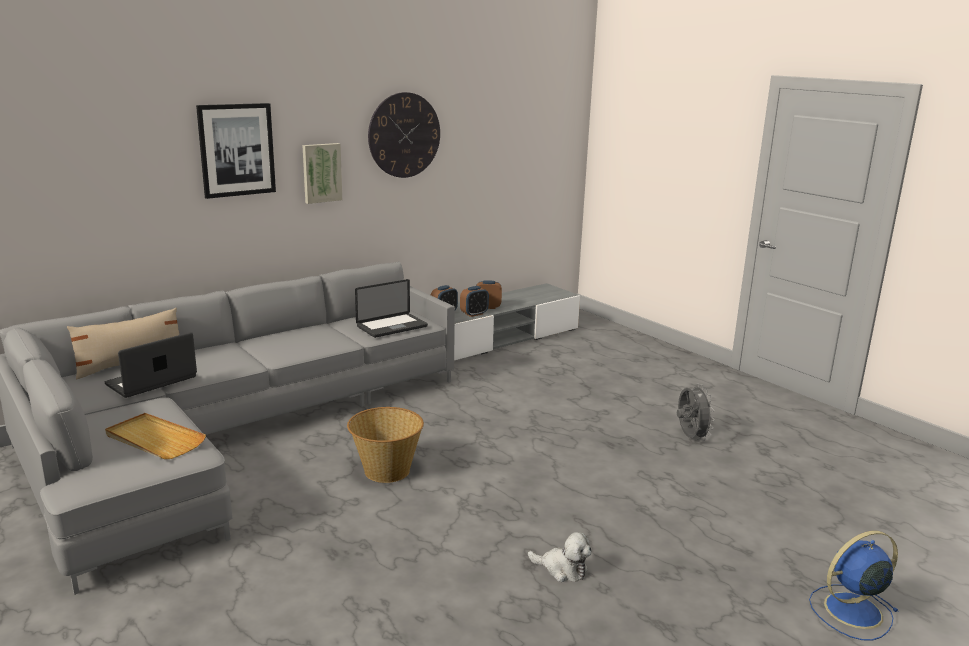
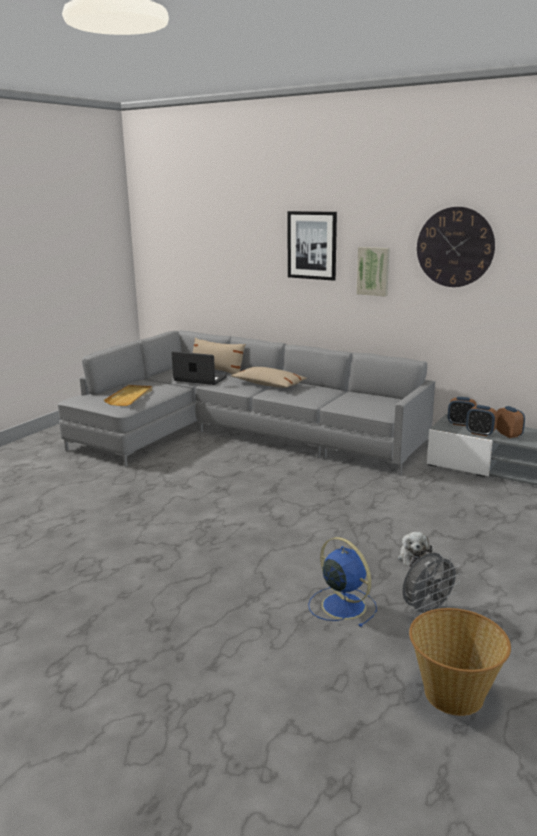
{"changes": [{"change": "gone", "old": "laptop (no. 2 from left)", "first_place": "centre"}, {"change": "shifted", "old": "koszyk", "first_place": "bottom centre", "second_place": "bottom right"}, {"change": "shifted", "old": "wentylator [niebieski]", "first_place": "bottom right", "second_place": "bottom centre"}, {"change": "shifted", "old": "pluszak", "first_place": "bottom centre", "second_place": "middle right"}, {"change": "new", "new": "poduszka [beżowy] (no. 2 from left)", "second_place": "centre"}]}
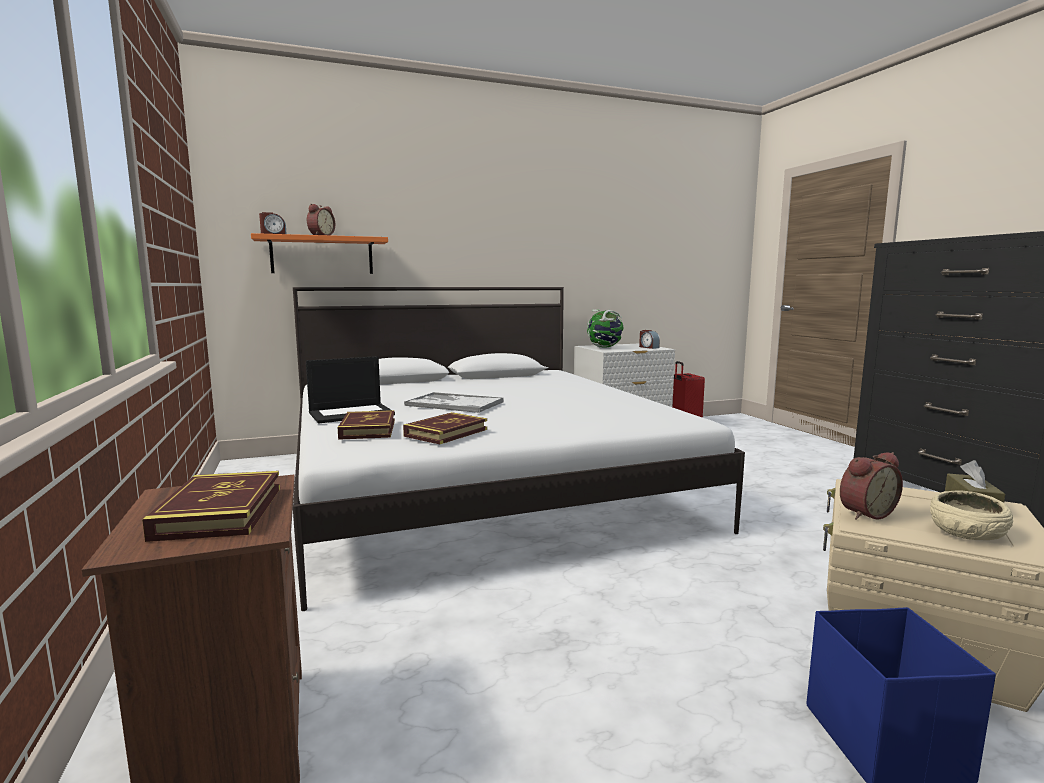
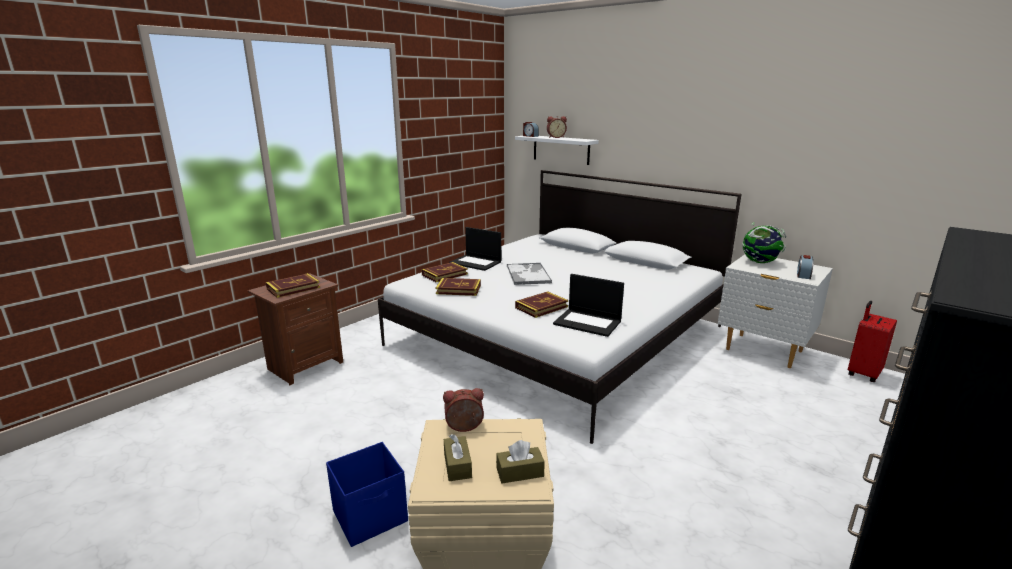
{"changes": [{"change": "repainted", "old": "półka [pomarańczowy]", "new": "półka [biały]", "first_place": "top left", "second_place": "top centre"}, {"change": "rotated", "old": "budzik (no. 4 from left in the first image)", "first_place": "middle right", "second_place": "bottom centre", "degrees": 135}, {"change": "swapped", "old": "miska [beżowy]", "new": "pudełko chusteczek [brązowy] (no. 1 from left)", "first_place": "middle right", "second_place": "bottom centre"}, {"change": "new", "new": "laptop (no. 2 from left)", "second_place": "centre"}, {"change": "new", "new": "książka (no. 4 from left)", "second_place": "centre"}]}
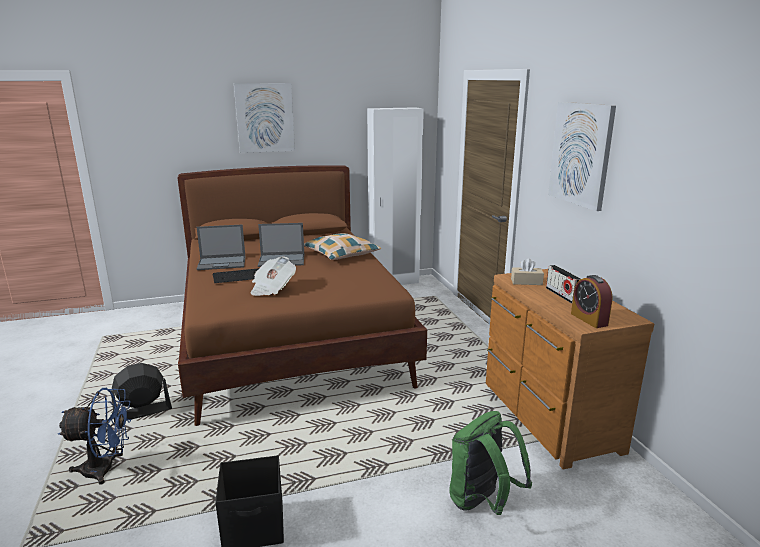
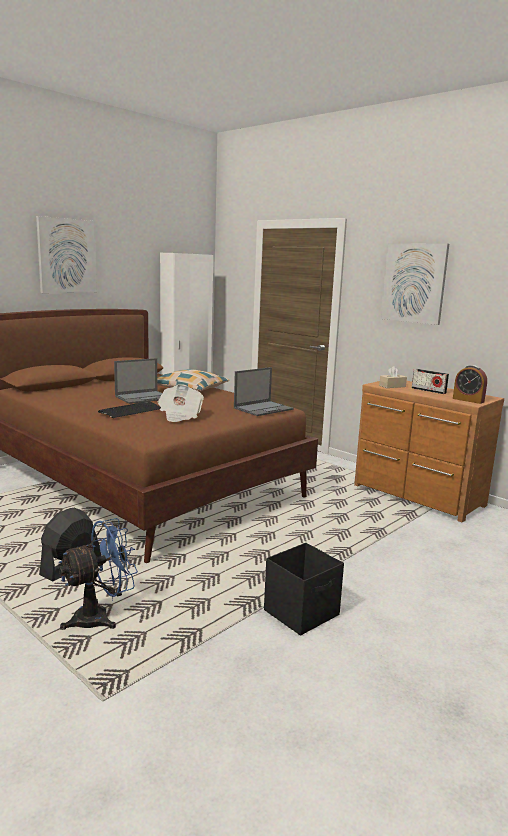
{"changes": [{"change": "shifted", "old": "laptop (no. 1 from left in the first image)", "new": "laptop (no. 2 from left)", "first_place": "middle left", "second_place": "centre"}, {"change": "gone", "old": "plecak [zielony]", "first_place": "bottom centre"}]}
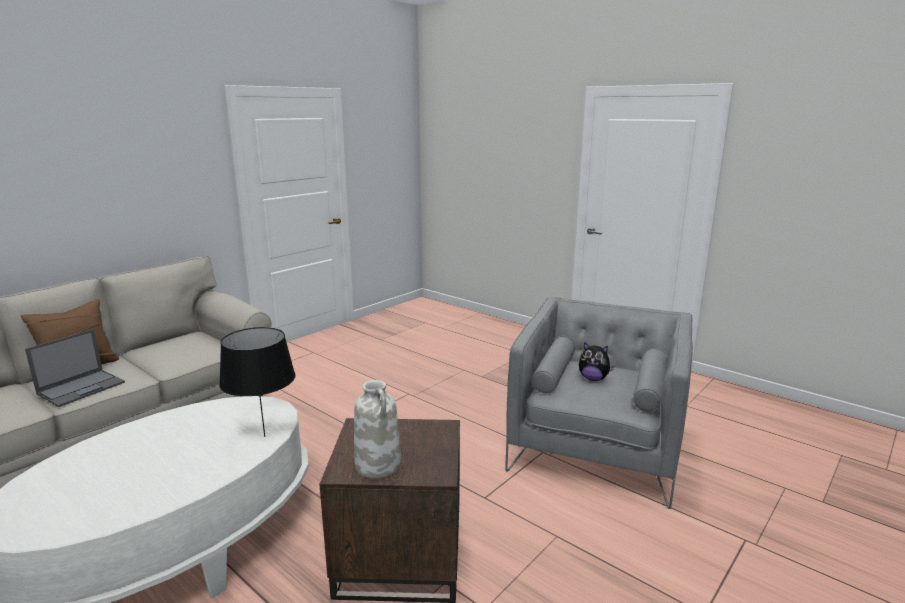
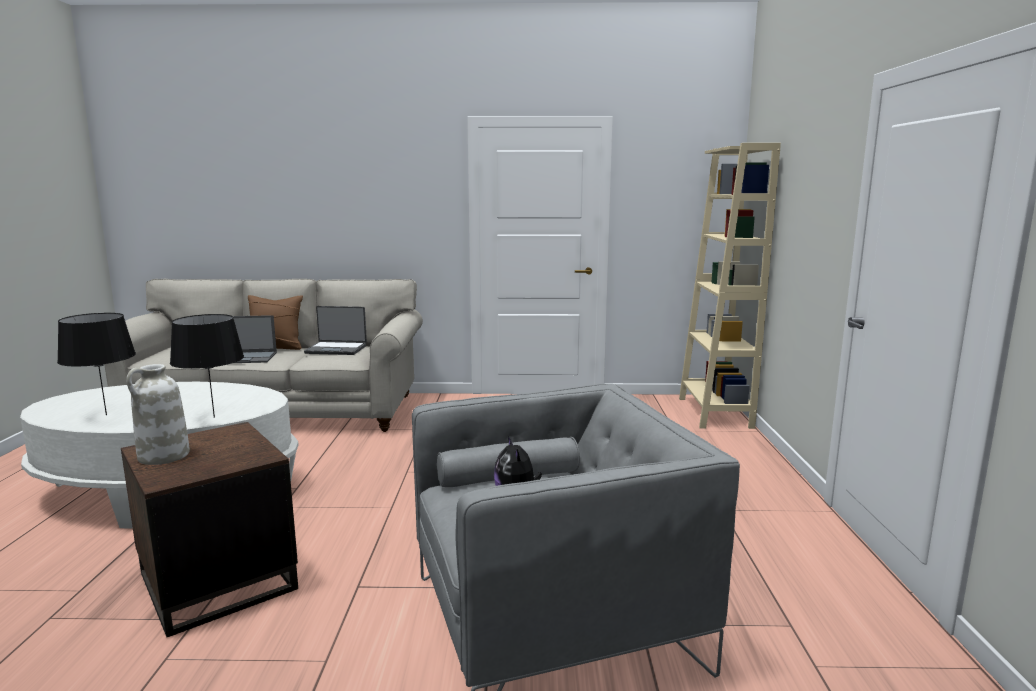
{"changes": [{"change": "new", "new": "regał [beżowy]", "second_place": "middle right"}, {"change": "new", "new": "laptop (no. 2 from left)", "second_place": "middle left"}, {"change": "new", "new": "lampa stołowa [czarny] (no. 1 from left)", "second_place": "middle left"}]}
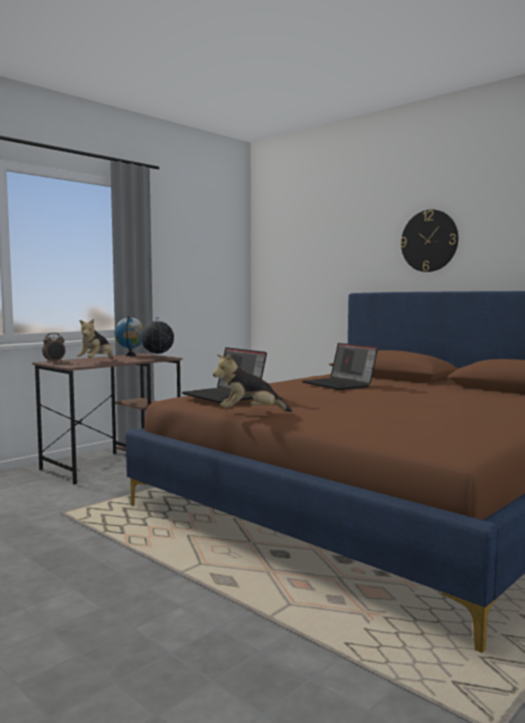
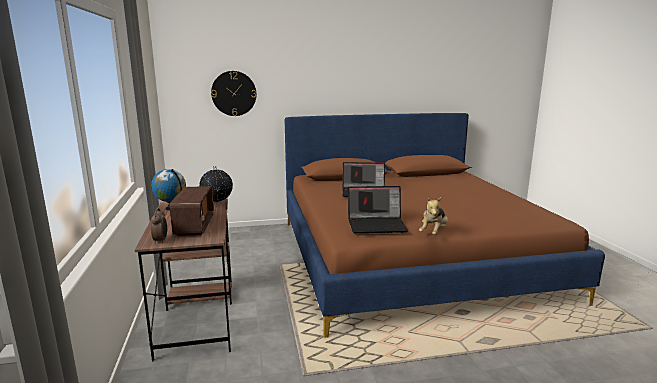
{"changes": [{"change": "shifted", "old": "zegar ścienny", "first_place": "middle right", "second_place": "top centre"}, {"change": "swapped", "old": "pluszak (no. 1 from left)", "new": "radio", "first_place": "middle left", "second_place": "middle left"}]}
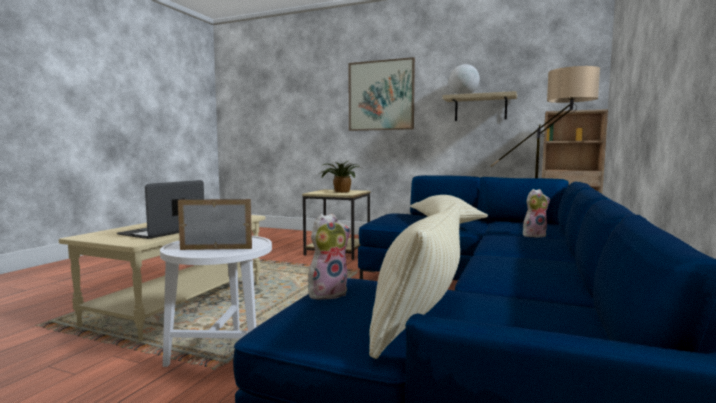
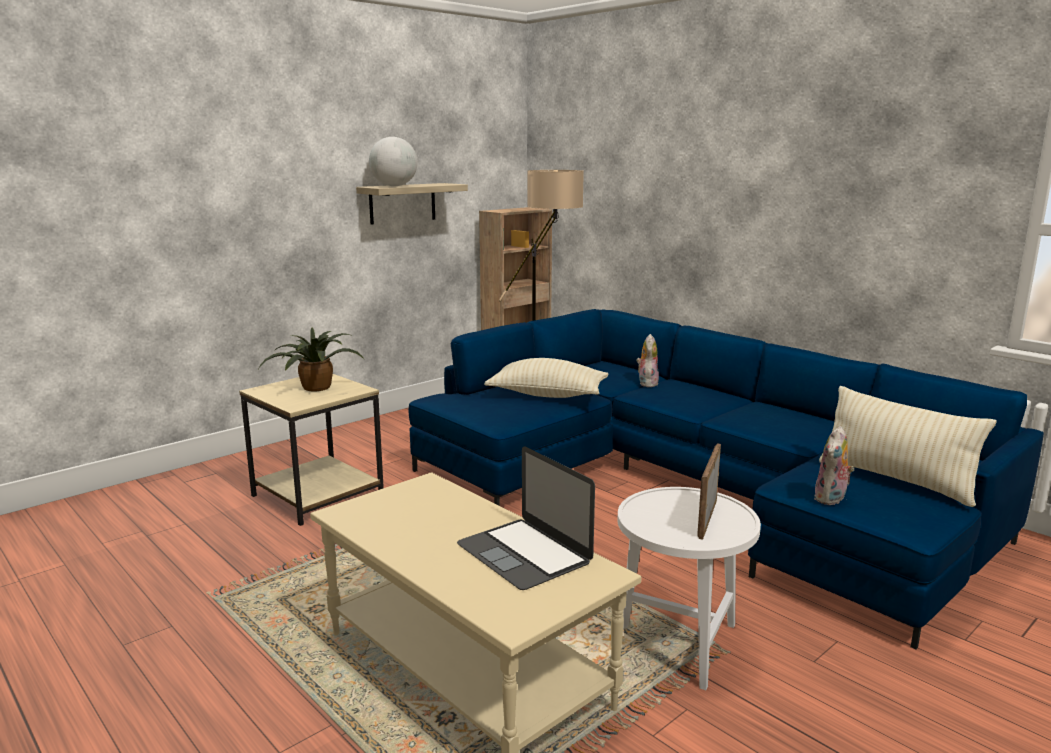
{"changes": [{"change": "gone", "old": "obraz", "first_place": "top centre"}, {"change": "rotated", "old": "pluszak (no. 1 from left in the first image)", "first_place": "centre", "second_place": "middle right", "degrees": -135}]}
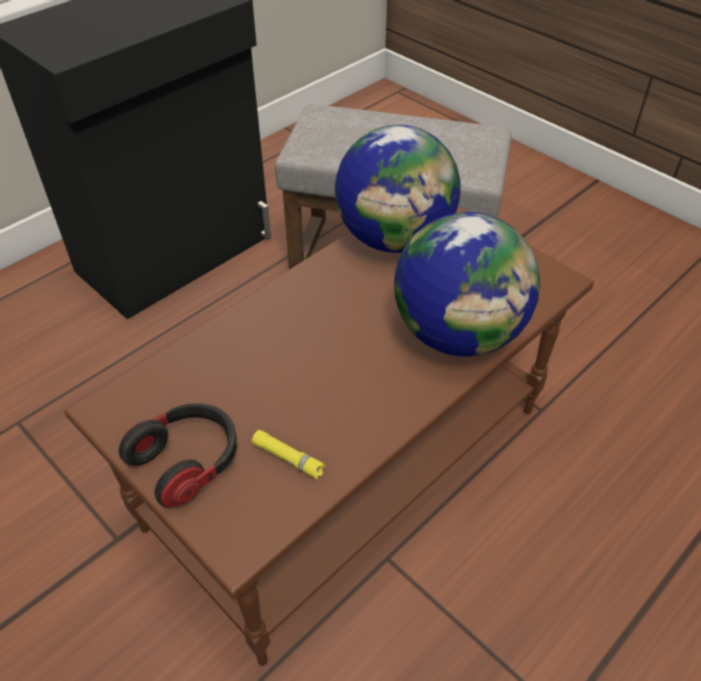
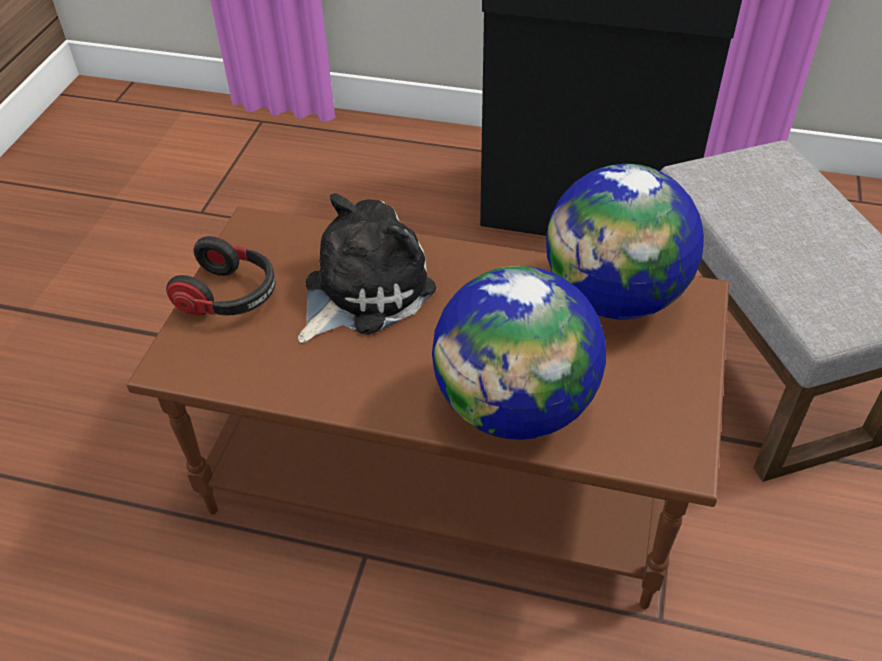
{"changes": [{"change": "gone", "old": "latarka [żółty]", "first_place": "bottom centre"}, {"change": "new", "new": "pluszak", "second_place": "centre"}]}
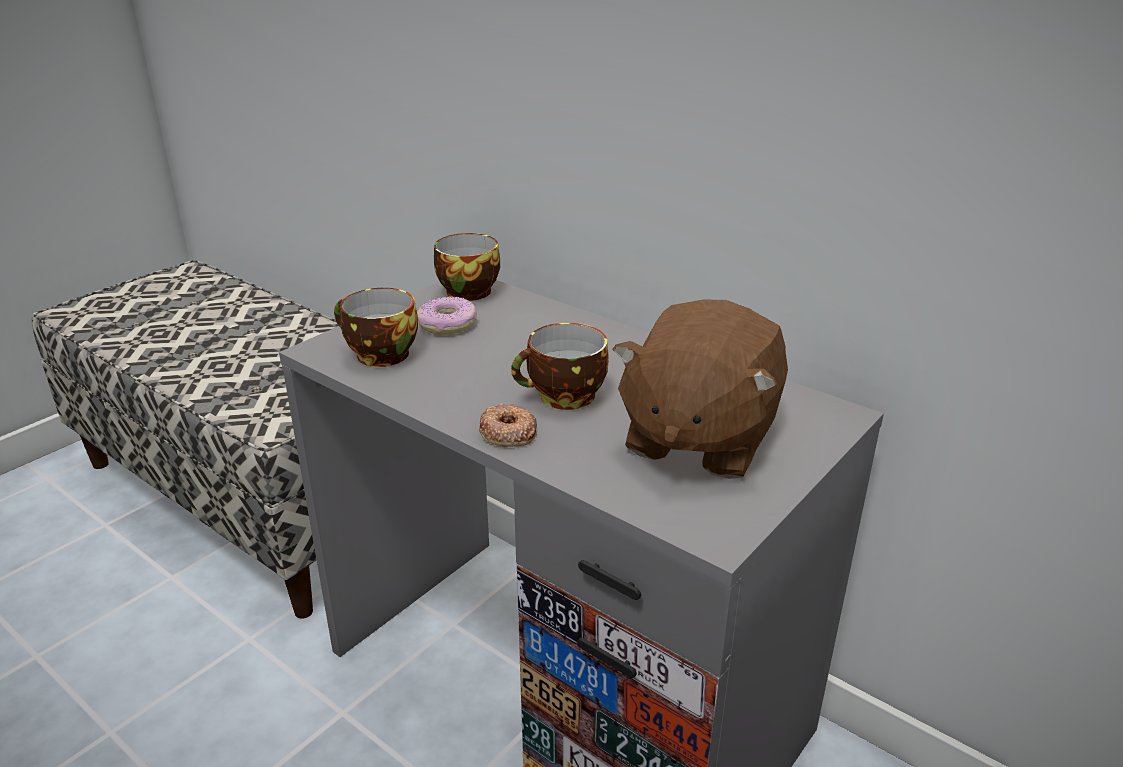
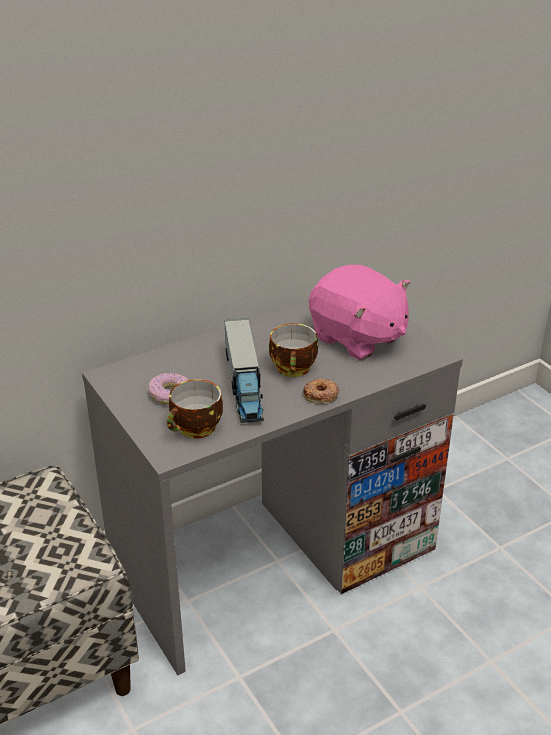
{"changes": [{"change": "gone", "old": "filiżanka (no. 2 from left)", "first_place": "centre"}, {"change": "repainted", "old": "pluszak [brązowy]", "new": "pluszak [różowy]", "first_place": "centre", "second_place": "centre"}, {"change": "new", "new": "ciężarówka zabawkowa", "second_place": "centre"}]}
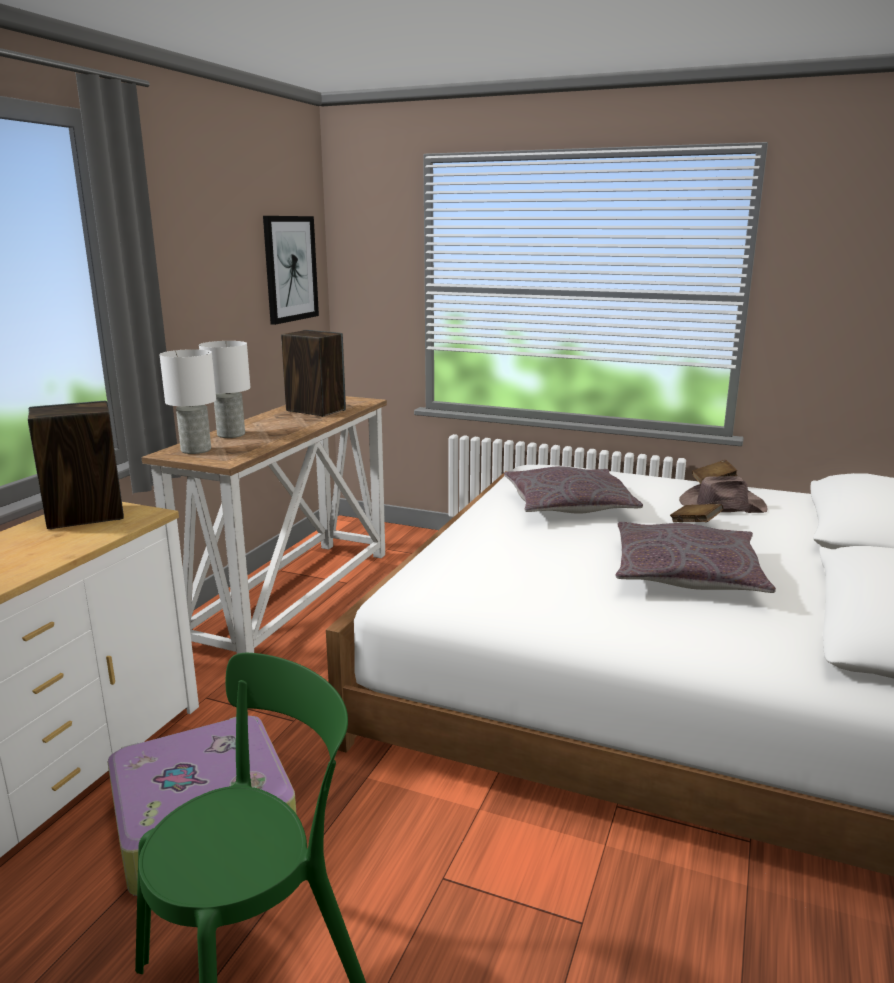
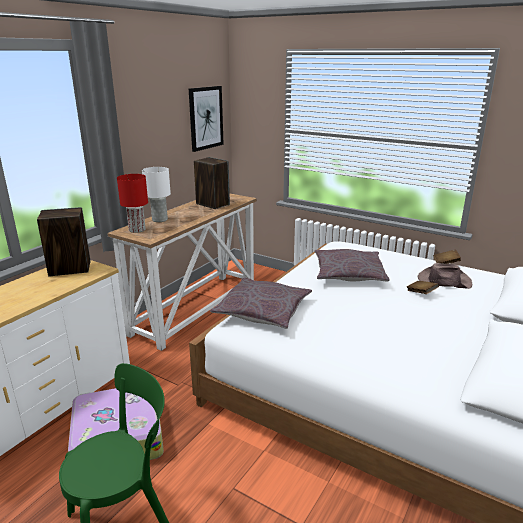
{"changes": [{"change": "repainted", "old": "lampa stołowa [biały] (no. 1 from left)", "new": "lampa stołowa [czerwony]", "first_place": "middle left", "second_place": "middle left"}, {"change": "shifted", "old": "poduszka [szary] (no. 2 from left in the first image)", "new": "poduszka [szary] (no. 1 from left)", "first_place": "middle right", "second_place": "centre"}]}
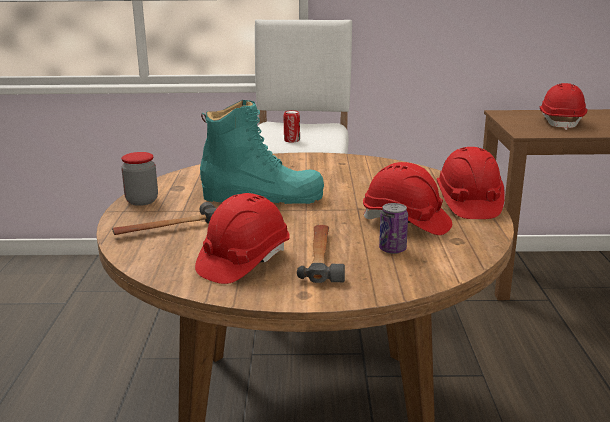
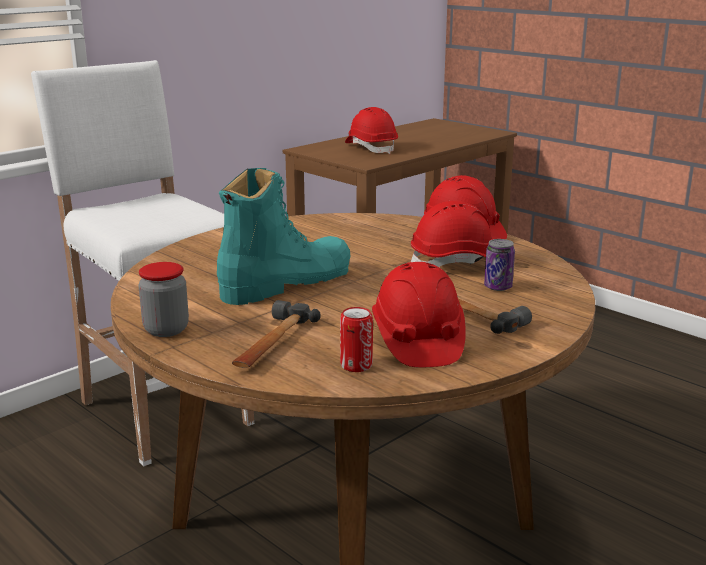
{"changes": [{"change": "shifted", "old": "puszka (no. 1 from left)", "first_place": "top centre", "second_place": "centre"}]}
